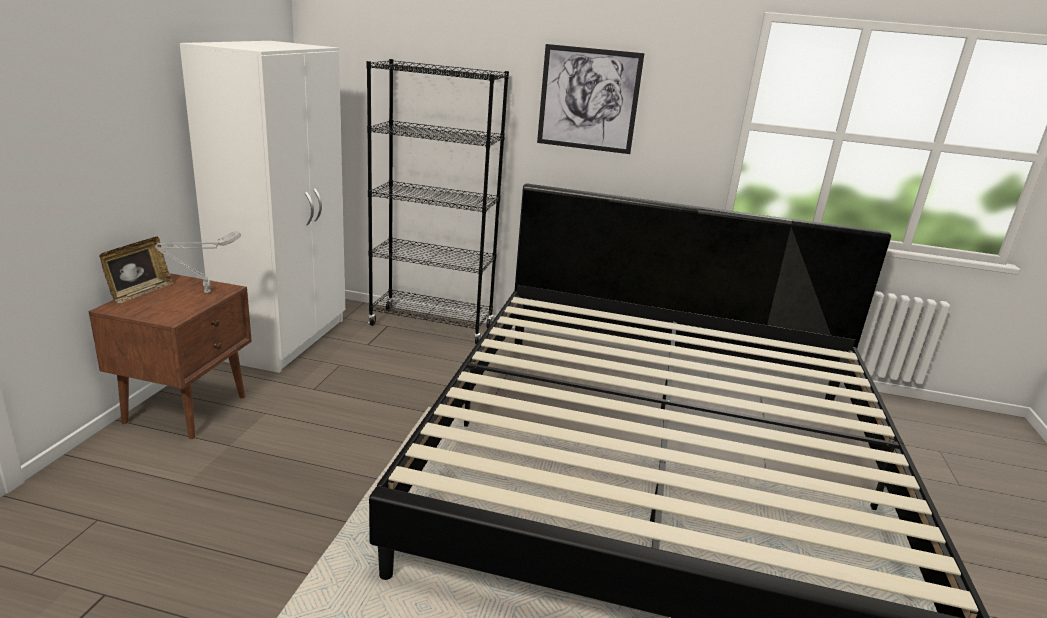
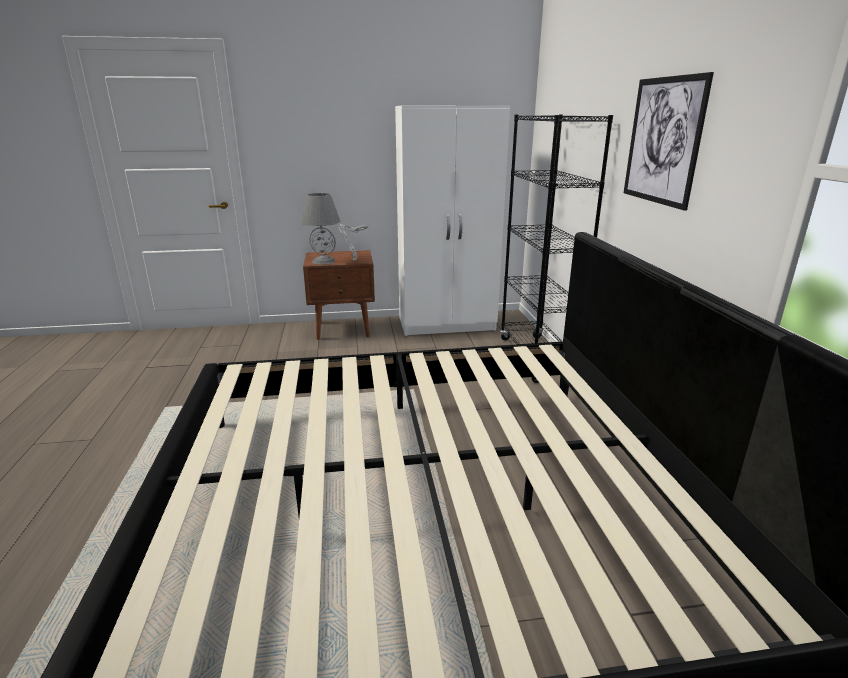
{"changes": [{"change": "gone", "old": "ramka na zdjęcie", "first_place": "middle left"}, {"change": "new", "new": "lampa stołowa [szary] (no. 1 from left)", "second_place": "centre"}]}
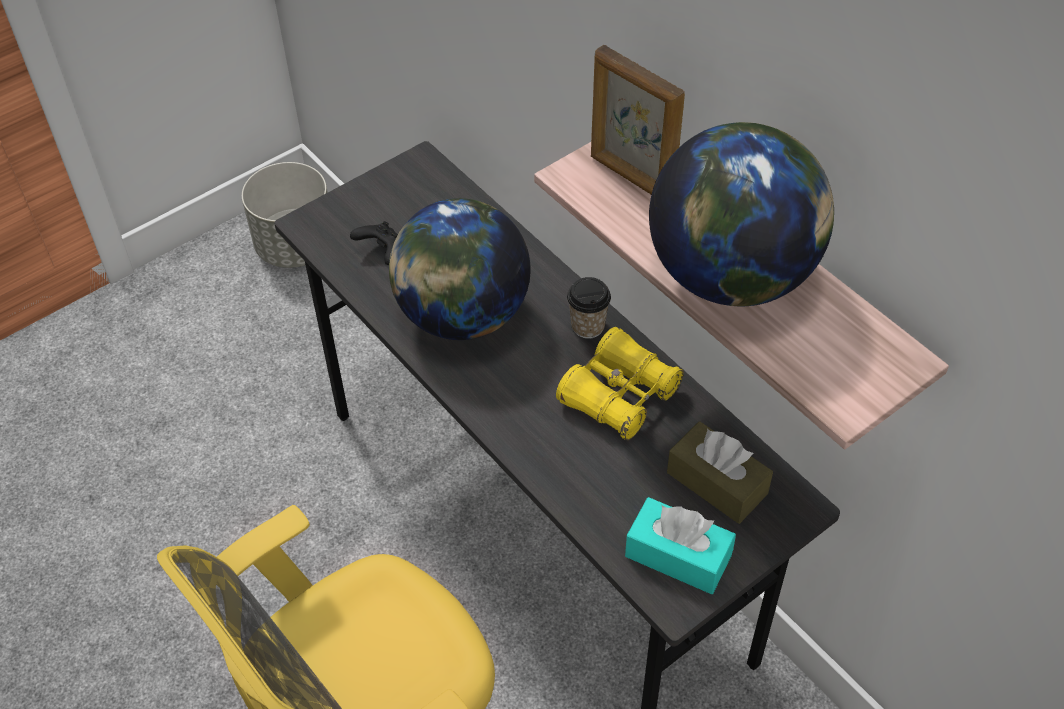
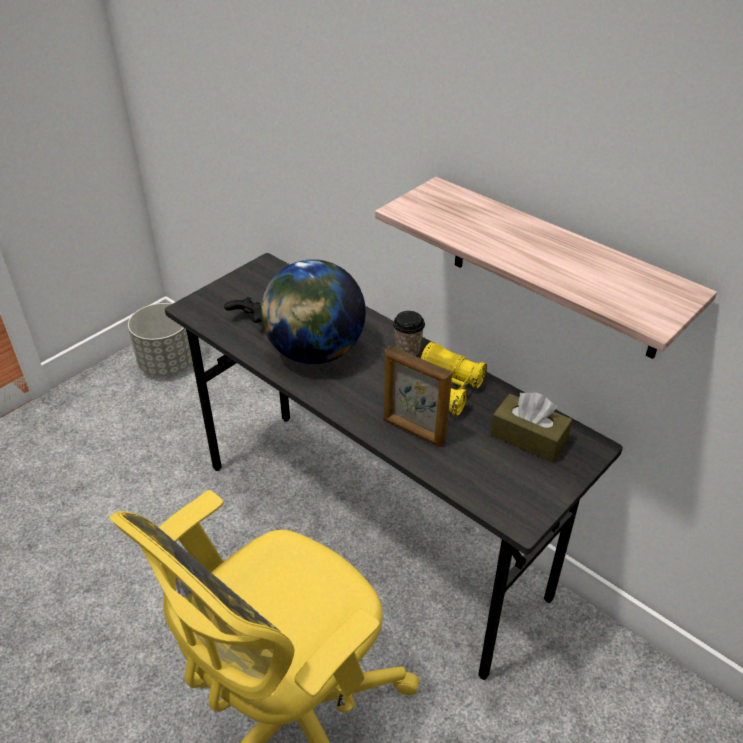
{"changes": [{"change": "shifted", "old": "ramka na zdjęcie", "first_place": "top centre", "second_place": "centre"}, {"change": "gone", "old": "globus (no. 2 from left)", "first_place": "top right"}, {"change": "gone", "old": "pudełko chusteczek [turkusowy]", "first_place": "bottom centre"}]}
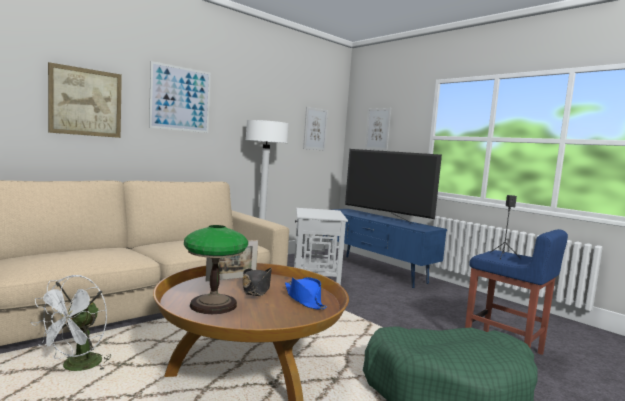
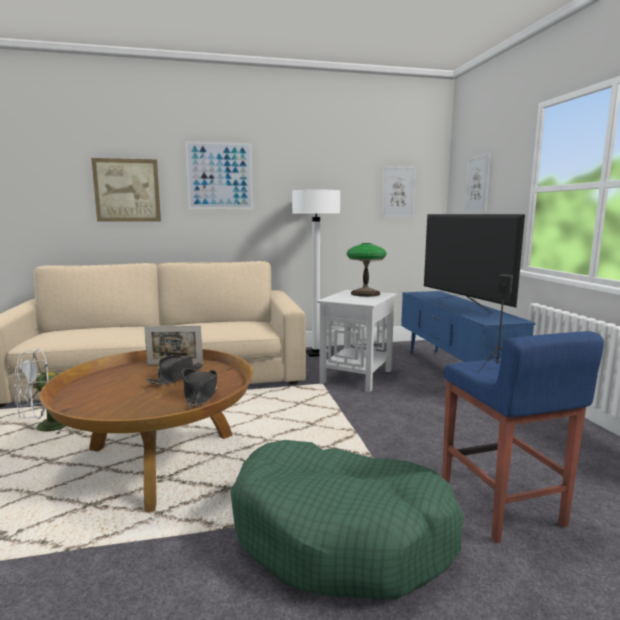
{"changes": [{"change": "shifted", "old": "lampa stołowa", "first_place": "bottom centre", "second_place": "centre"}, {"change": "repainted", "old": "kapelusz [niebieski]", "new": "kapelusz [czarny] (no. 2 from left)", "first_place": "bottom centre", "second_place": "middle left"}]}
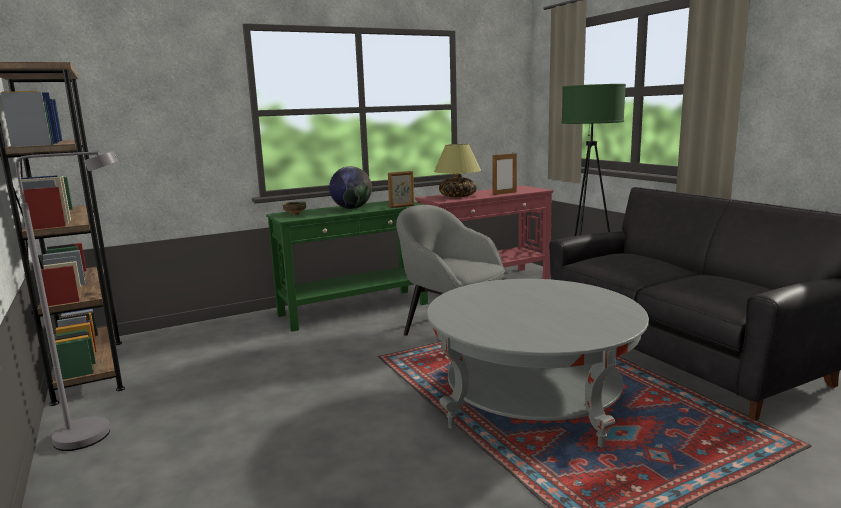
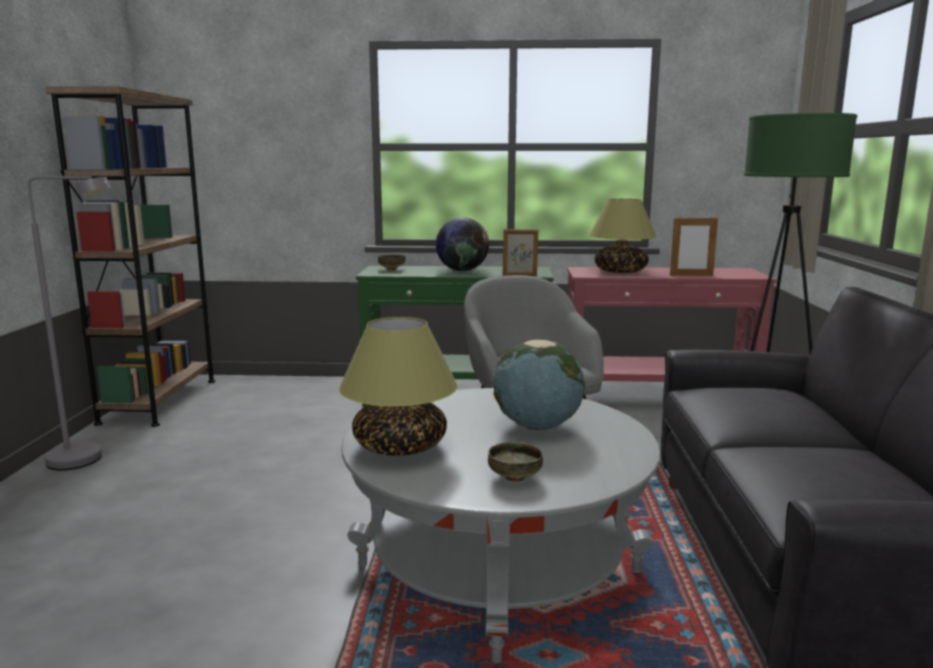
{"changes": [{"change": "new", "new": "lampa stołowa (no. 1 from left)", "second_place": "centre"}, {"change": "new", "new": "globus (no. 2 from left)", "second_place": "centre"}, {"change": "new", "new": "miska (no. 2 from left)", "second_place": "bottom centre"}]}
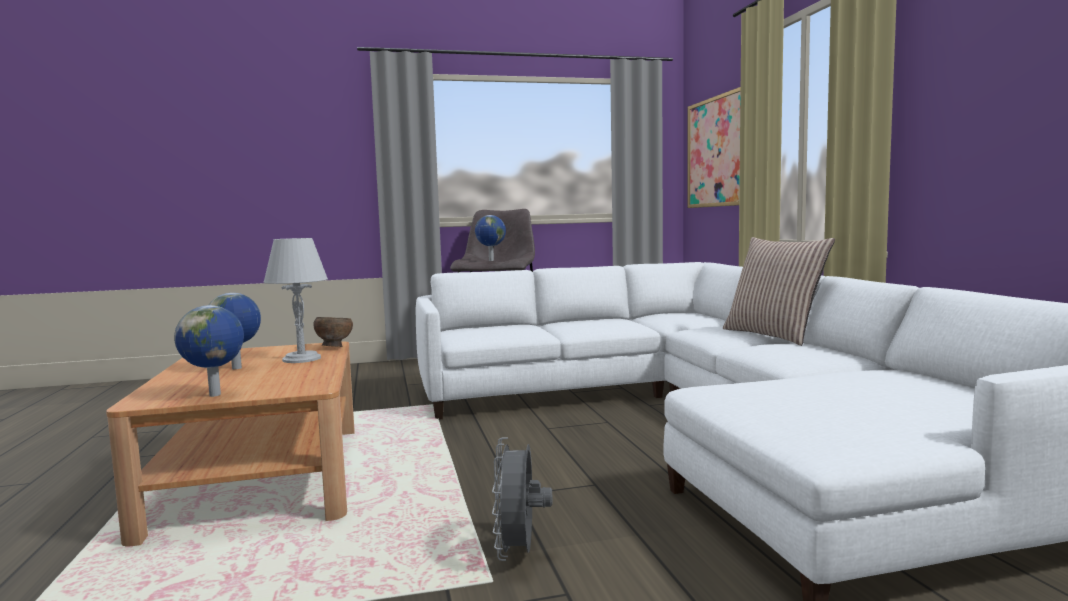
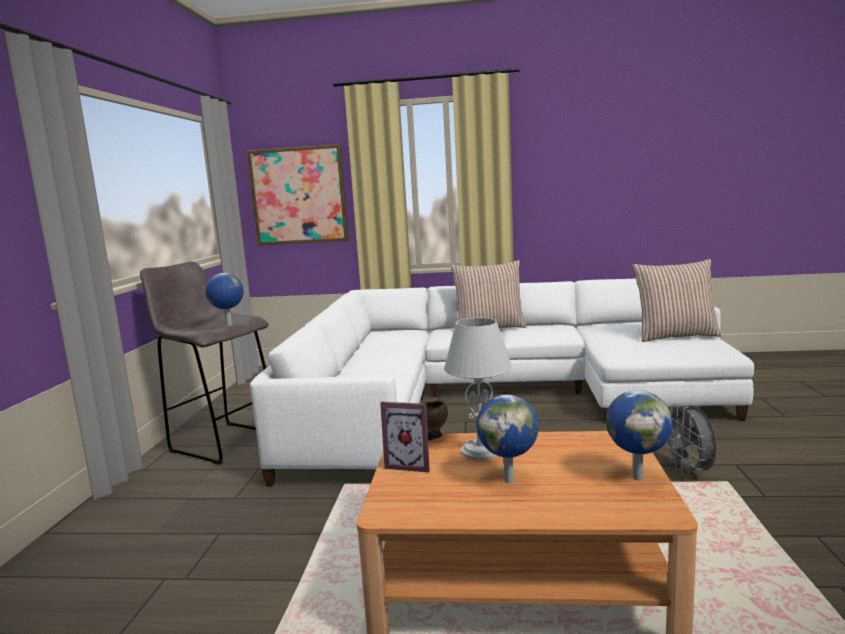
{"changes": [{"change": "rotated", "old": "wentylator [szary]", "first_place": "bottom centre", "second_place": "bottom right", "degrees": 60}, {"change": "new", "new": "poduszka (no. 2 from left)", "second_place": "middle right"}, {"change": "new", "new": "ramka na zdjęcie", "second_place": "bottom centre"}]}
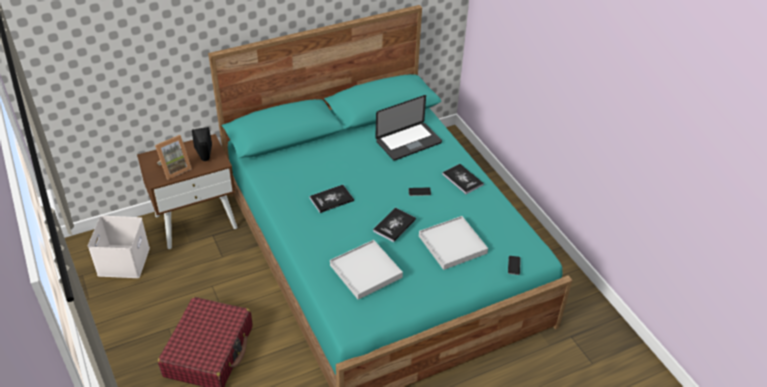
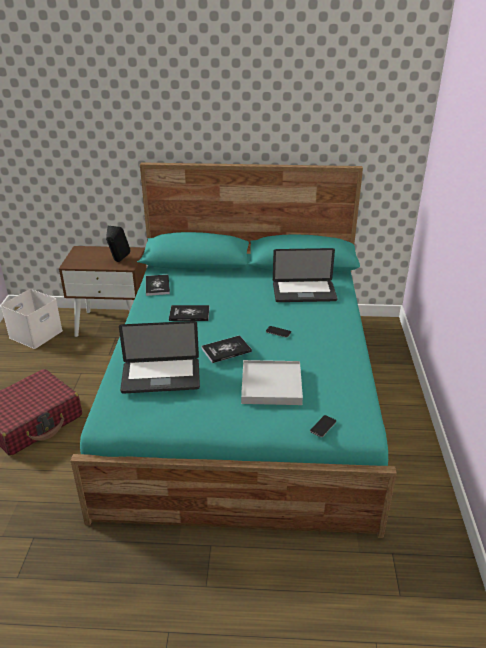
{"changes": [{"change": "gone", "old": "ramka na zdjęcie", "first_place": "middle left"}, {"change": "shifted", "old": "książka (no. 3 from left in the first image)", "new": "książka (no. 1 from left)", "first_place": "centre", "second_place": "middle left"}, {"change": "swapped", "old": "taca [biały] (no. 1 from left)", "new": "laptop (no. 1 from left)", "first_place": "bottom centre", "second_place": "middle left"}]}
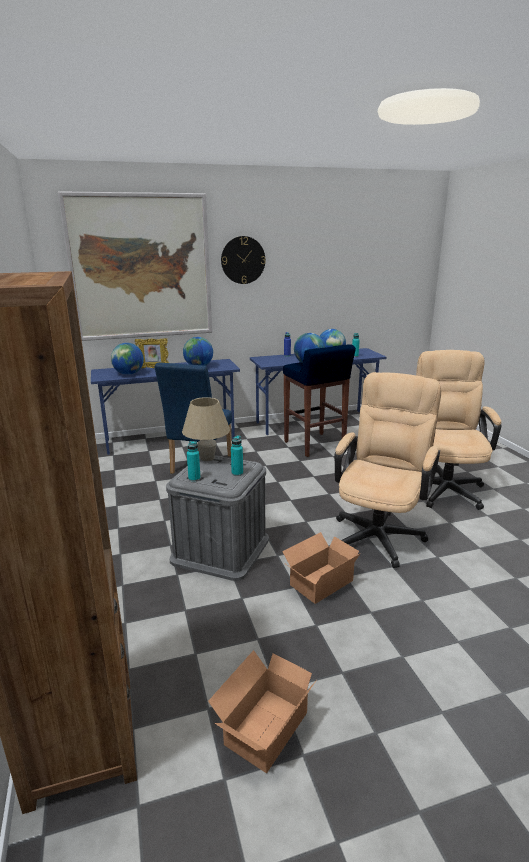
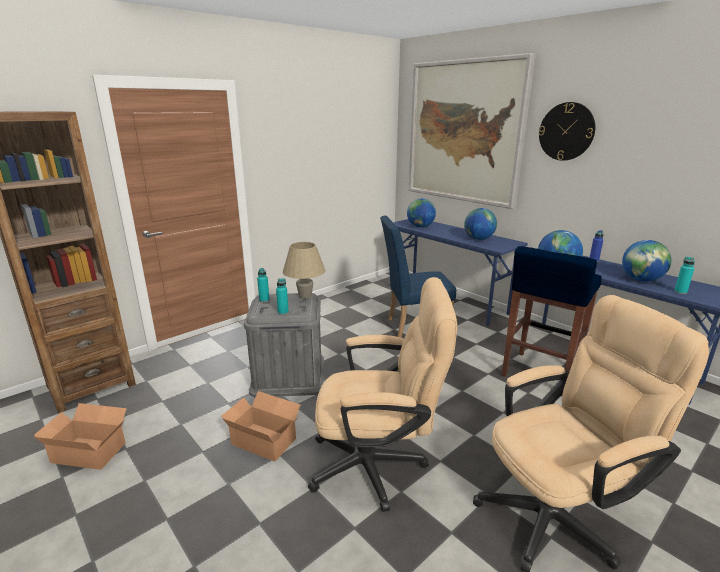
{"changes": [{"change": "gone", "old": "ramka na zdjęcie", "first_place": "middle left"}]}
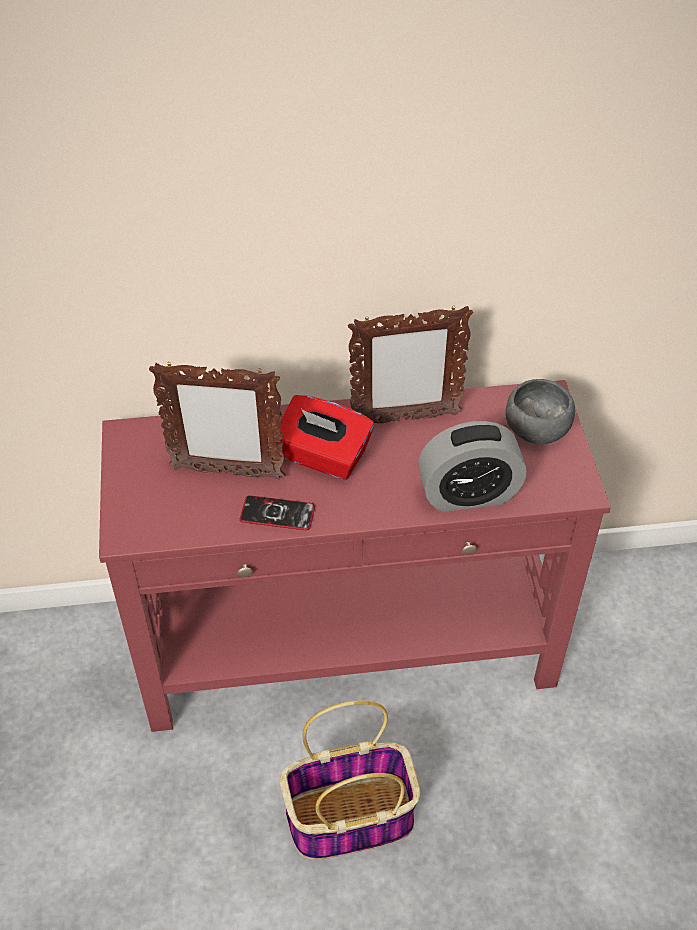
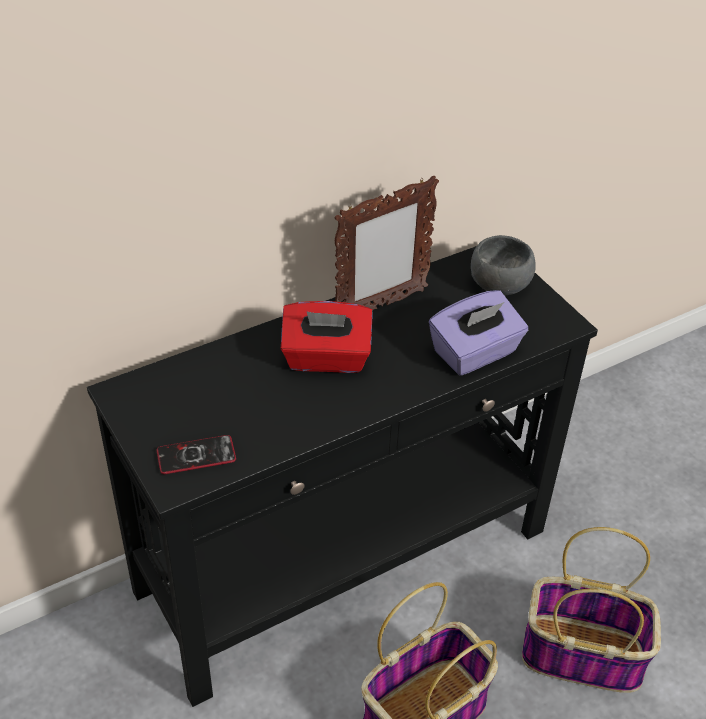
{"changes": [{"change": "gone", "old": "ramka na zdjęcie (no. 1 from left)", "first_place": "middle left"}, {"change": "repainted", "old": "stolik konsolowy [czerwony]", "new": "stolik konsolowy [czarny]", "first_place": "centre", "second_place": "centre"}, {"change": "swapped", "old": "budzik", "new": "pudełko chusteczek [fioletowy]", "first_place": "middle right", "second_place": "middle right"}, {"change": "shifted", "old": "telefon", "first_place": "centre", "second_place": "middle left"}, {"change": "new", "new": "koszyk (no. 2 from left)", "second_place": "bottom right"}]}
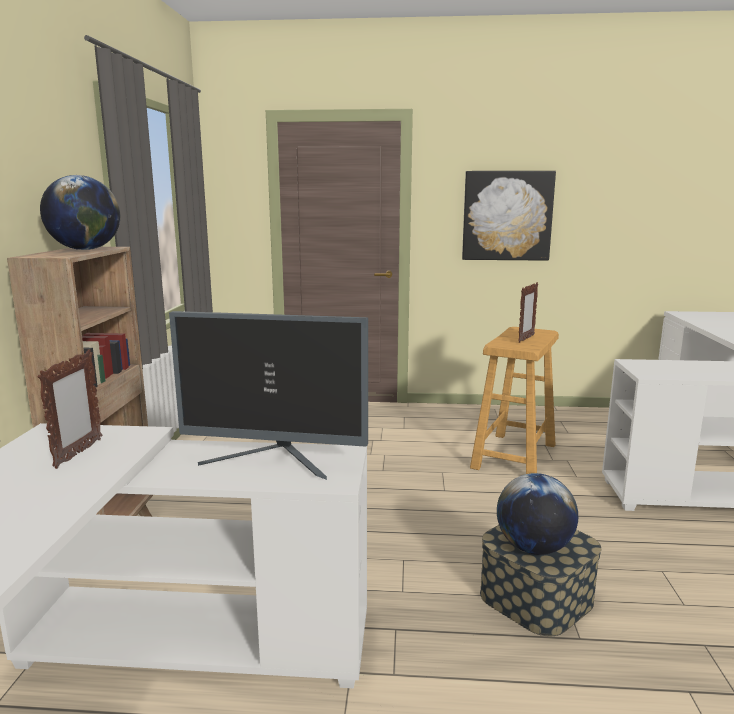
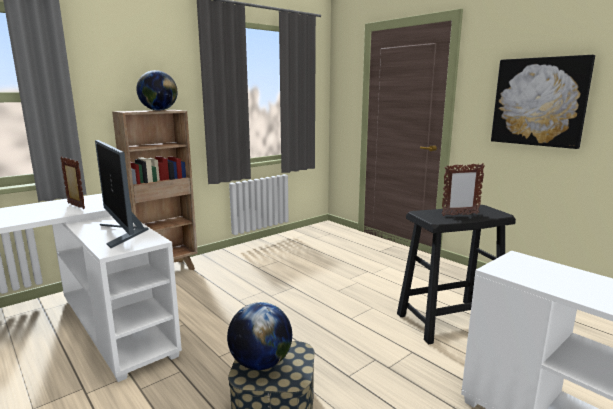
{"changes": [{"change": "repainted", "old": "stołek [beżowy]", "new": "stołek [czarny]", "first_place": "middle right", "second_place": "bottom right"}, {"change": "rotated", "old": "ramka na zdjęcie (no. 1 from left)", "first_place": "middle left", "second_place": "middle left", "degrees": -105}]}
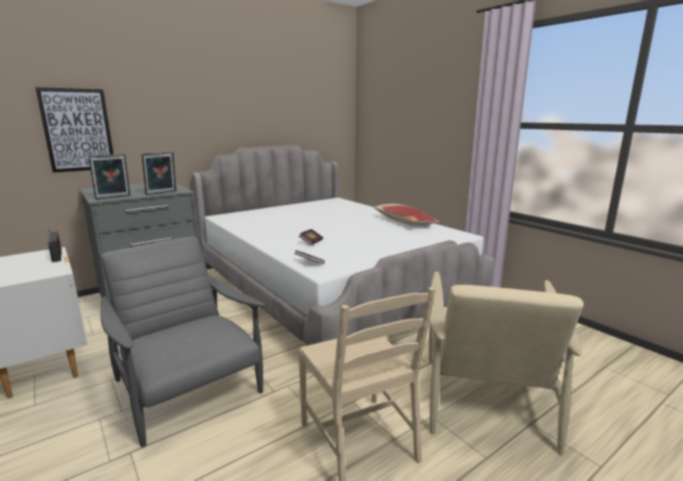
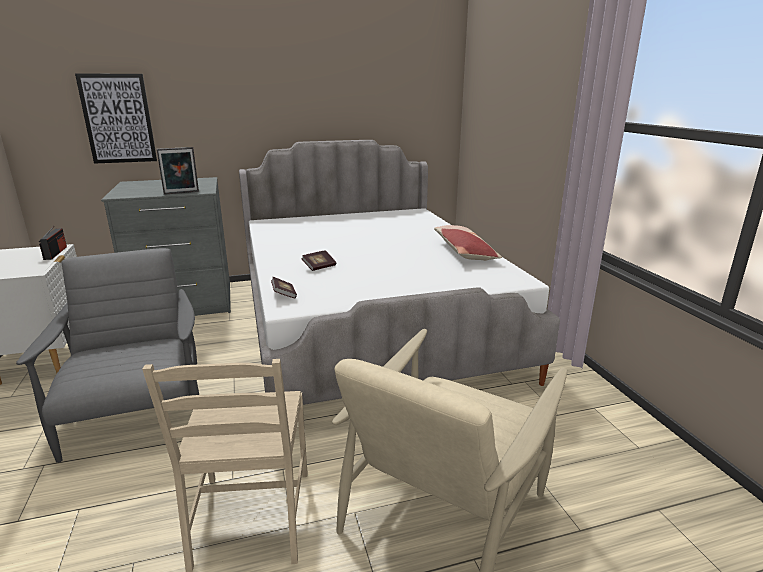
{"changes": [{"change": "gone", "old": "ramka na zdjęcie (no. 1 from left)", "first_place": "middle left"}]}
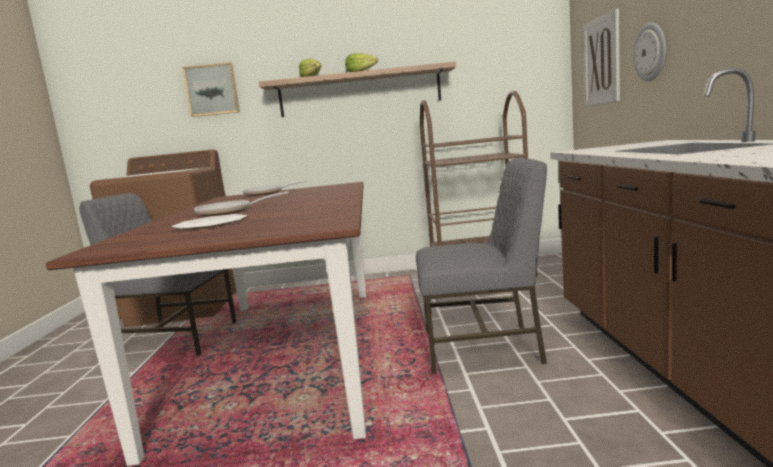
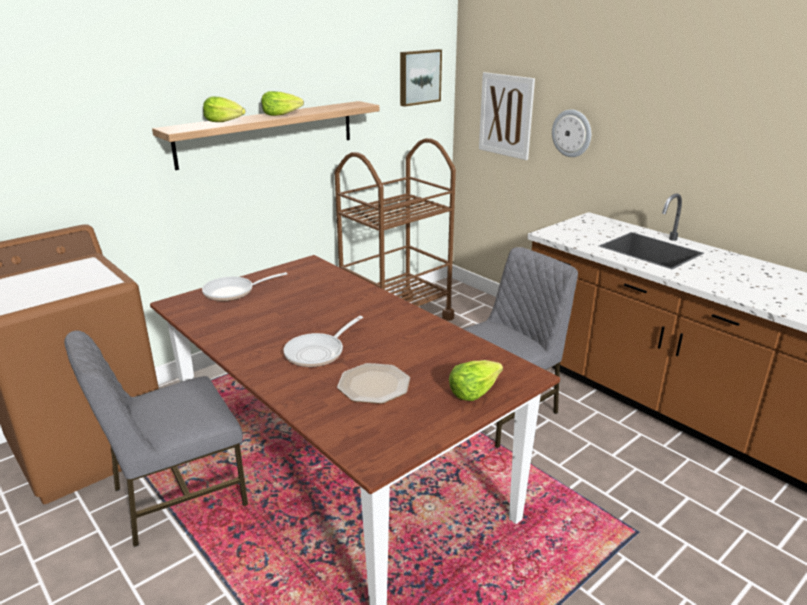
{"changes": [{"change": "shifted", "old": "obraz (no. 1 from left)", "first_place": "top left", "second_place": "top centre"}, {"change": "new", "new": "sałata (no. 3 from left)", "second_place": "centre"}]}
